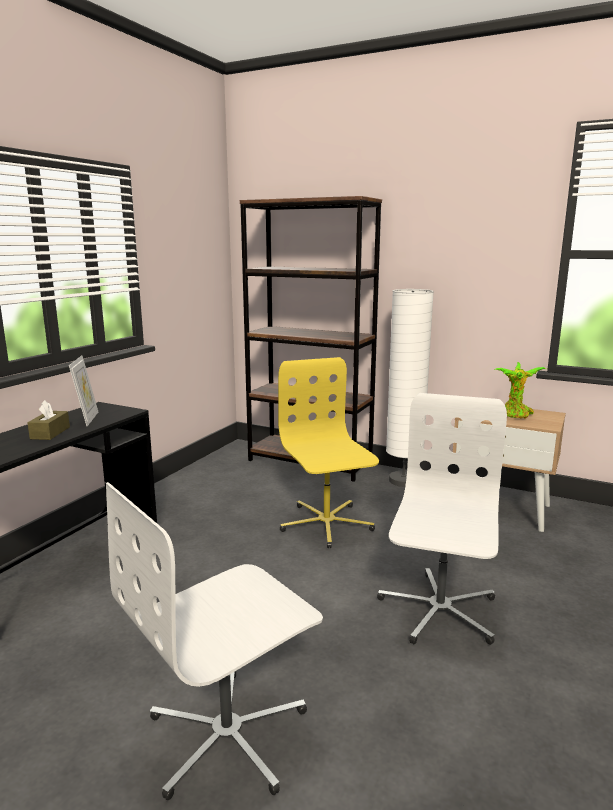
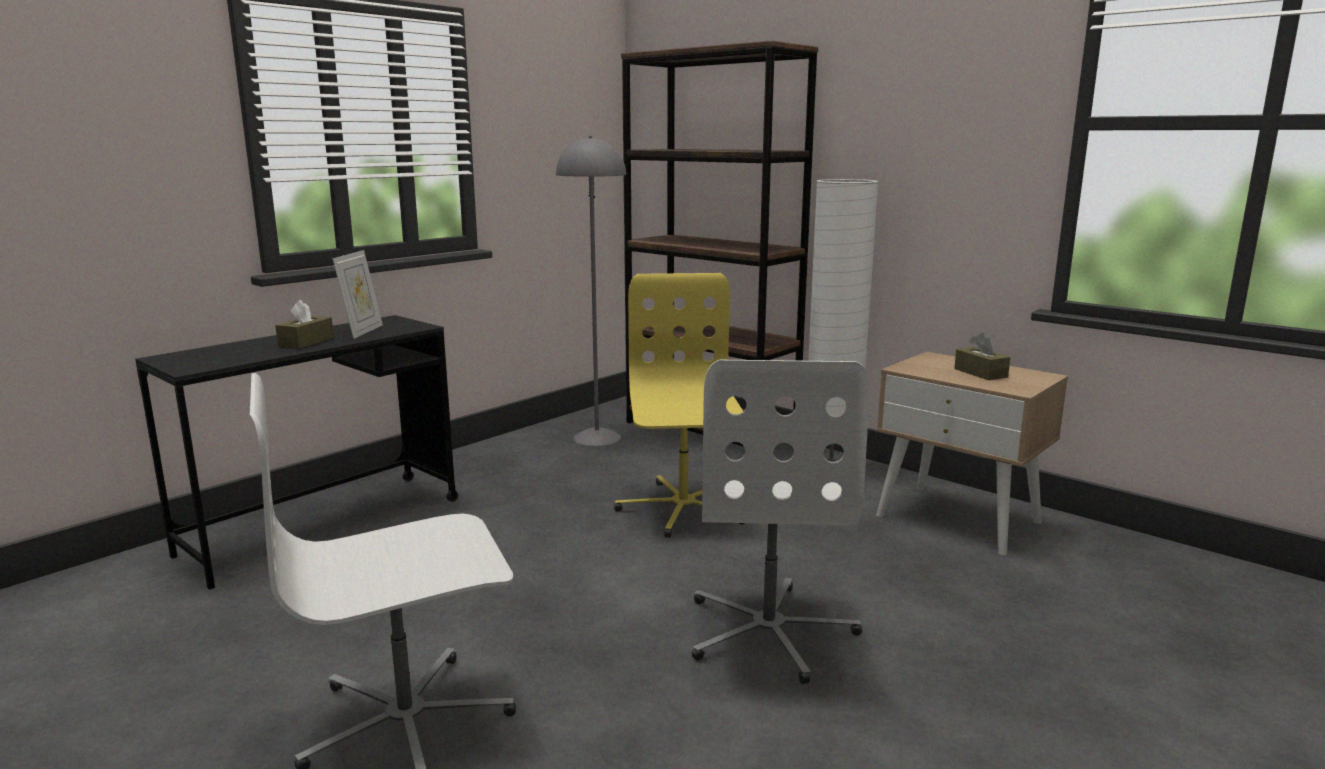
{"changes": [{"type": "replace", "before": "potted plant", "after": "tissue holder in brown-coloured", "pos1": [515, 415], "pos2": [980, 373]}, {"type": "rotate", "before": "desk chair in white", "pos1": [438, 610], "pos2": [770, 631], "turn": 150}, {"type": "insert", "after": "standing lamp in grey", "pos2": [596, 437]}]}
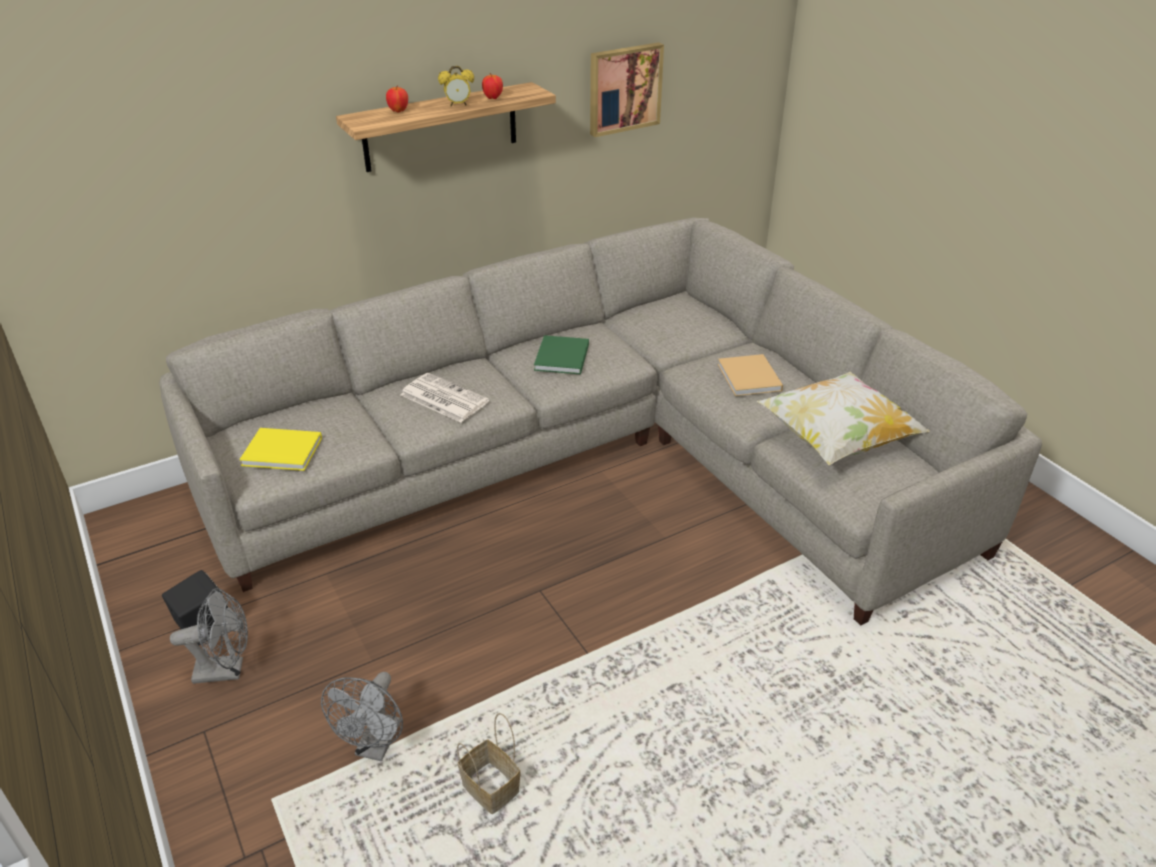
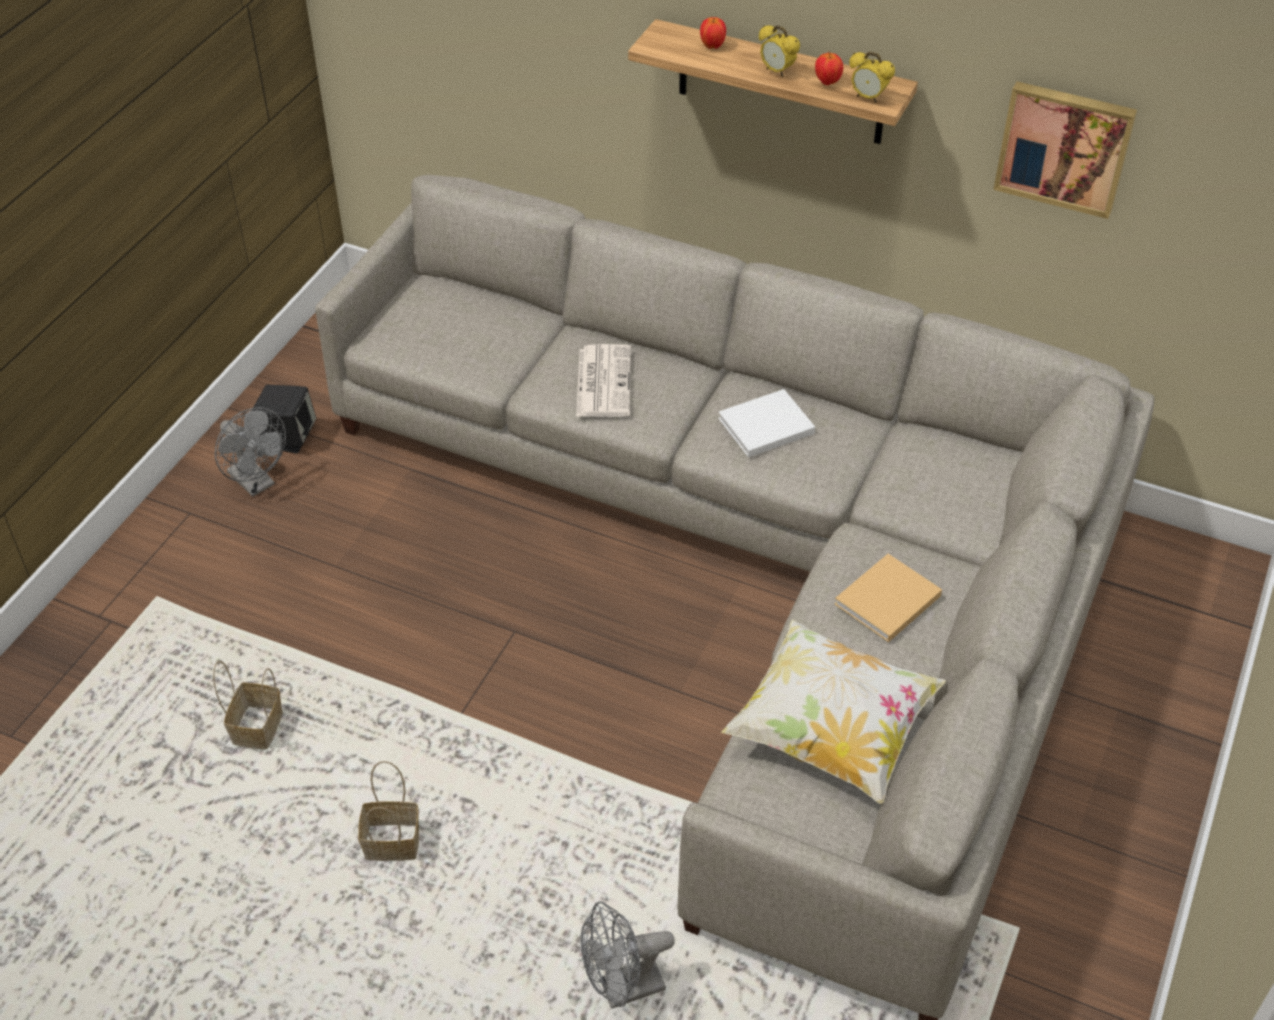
{"changes": [{"type": "recolor", "before": "book in green-coloured", "after": "book in white", "pos1": [561, 358], "pos2": [763, 426]}, {"type": "delete", "before": "book in yellowish", "pos1": [284, 452]}, {"type": "move", "before": "fan in grey", "pos1": [375, 746], "pos2": [622, 990]}, {"type": "insert", "after": "alarm clock", "pos2": [868, 98]}, {"type": "insert", "after": "basket", "pos2": [394, 842]}]}
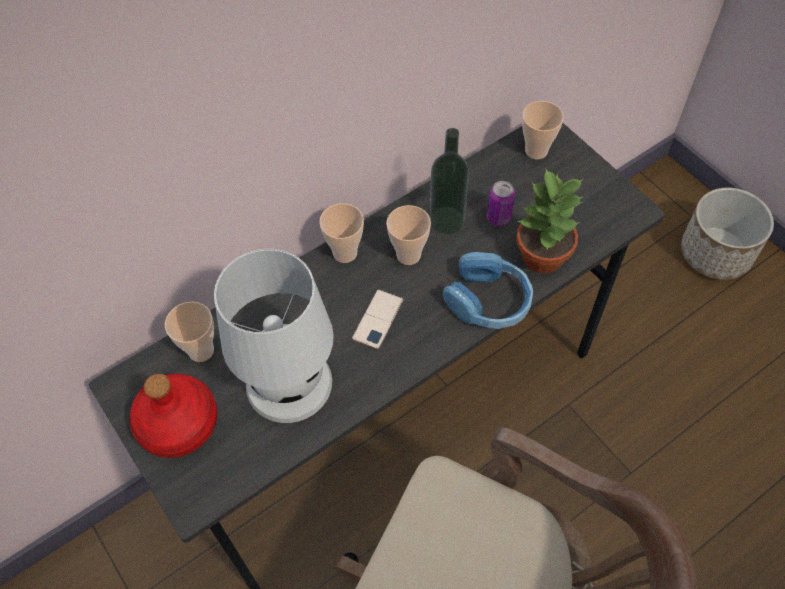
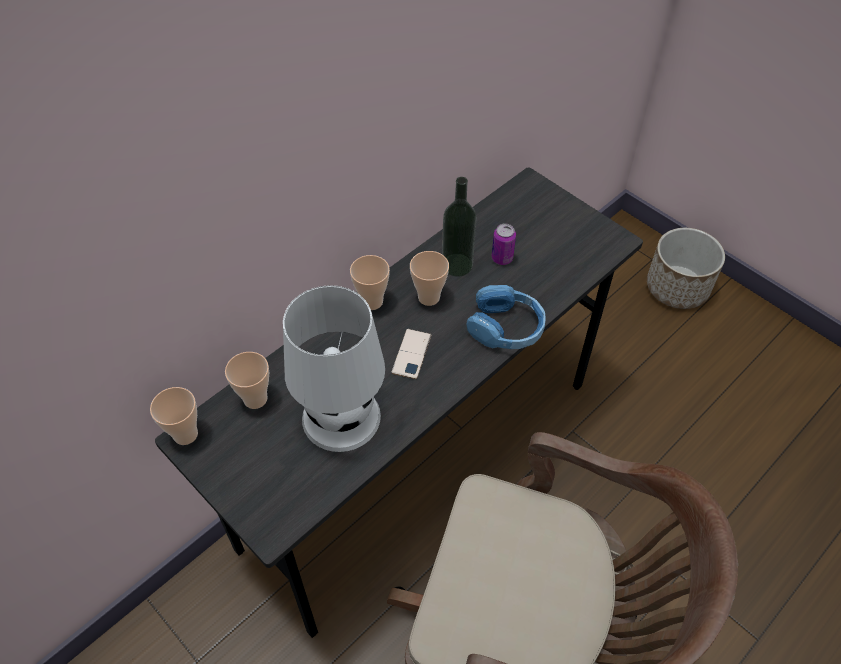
{"changes": [{"type": "move", "before": "small cup", "pos1": [536, 151], "pos2": [185, 434]}, {"type": "delete", "before": "potted plant", "pos1": [543, 257]}, {"type": "delete", "before": "drink bottle in reddish", "pos1": [177, 424]}]}
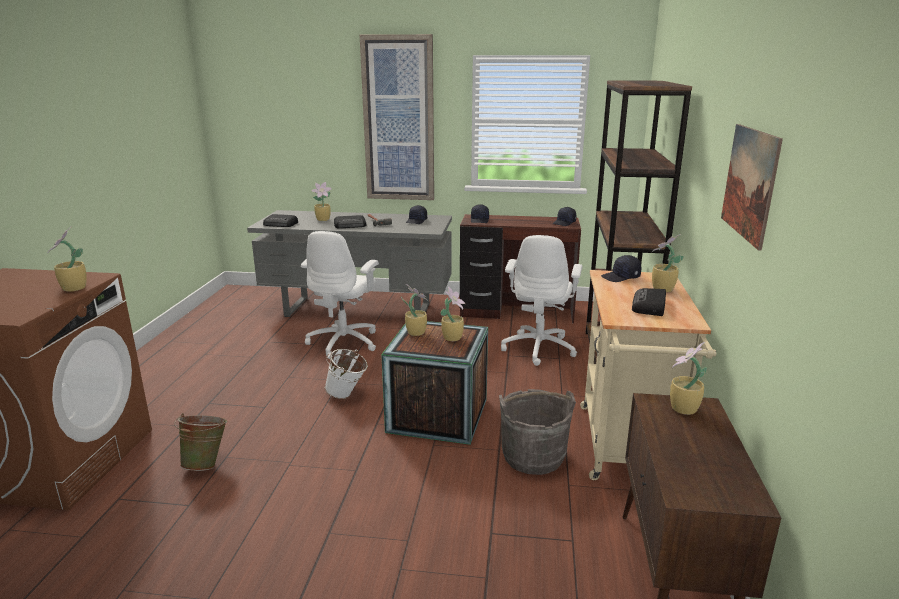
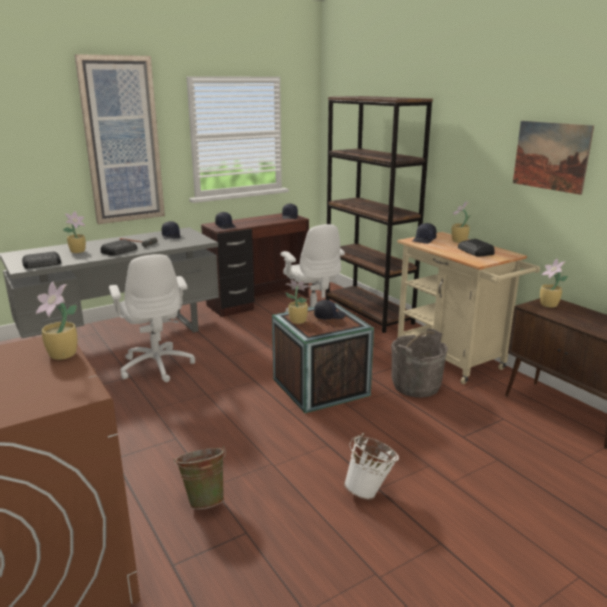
{"changes": [{"type": "replace", "before": "potted plant", "after": "peaked cap in blackish", "pos1": [453, 337], "pos2": [329, 316]}, {"type": "move", "before": "water bucket in white", "pos1": [347, 396], "pos2": [370, 491]}]}
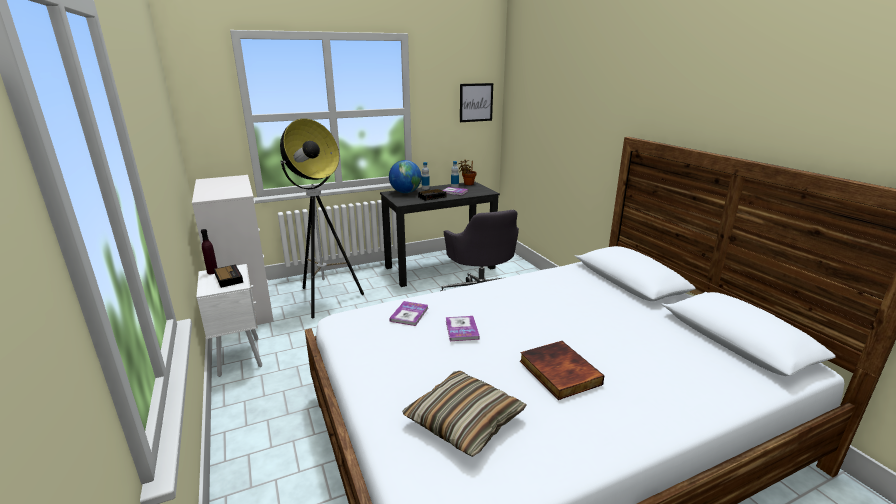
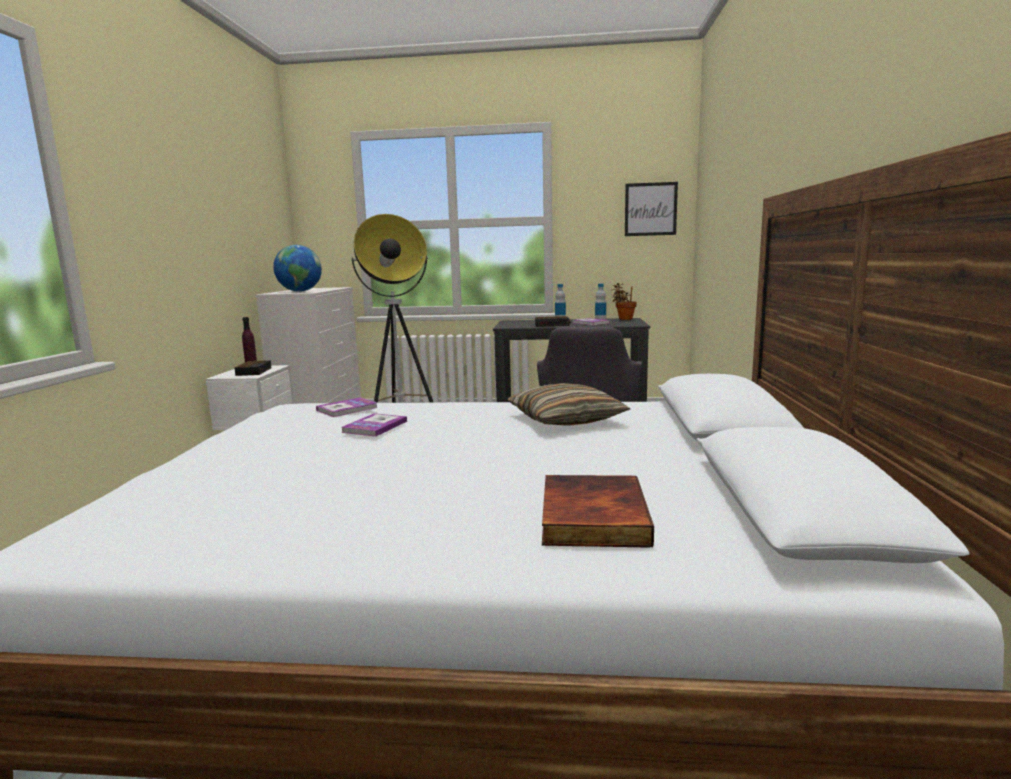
{"changes": [{"type": "move", "before": "desk globe", "pos1": [405, 192], "pos2": [300, 291]}, {"type": "move", "before": "book", "pos1": [558, 372], "pos2": [590, 516]}, {"type": "move", "before": "throw pillow", "pos1": [464, 421], "pos2": [565, 420]}]}
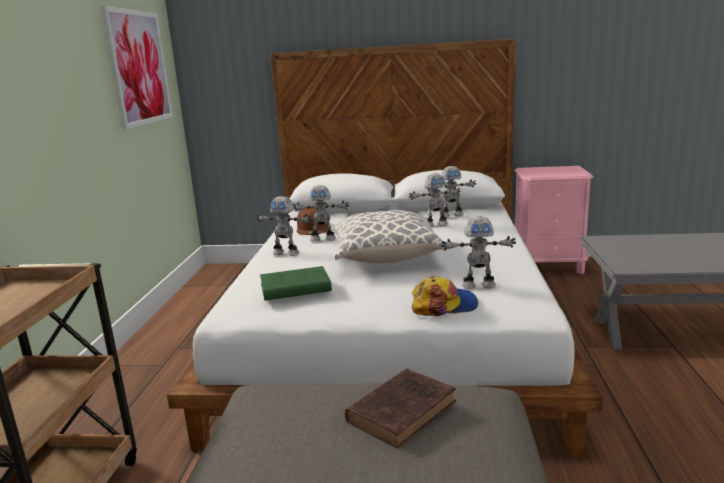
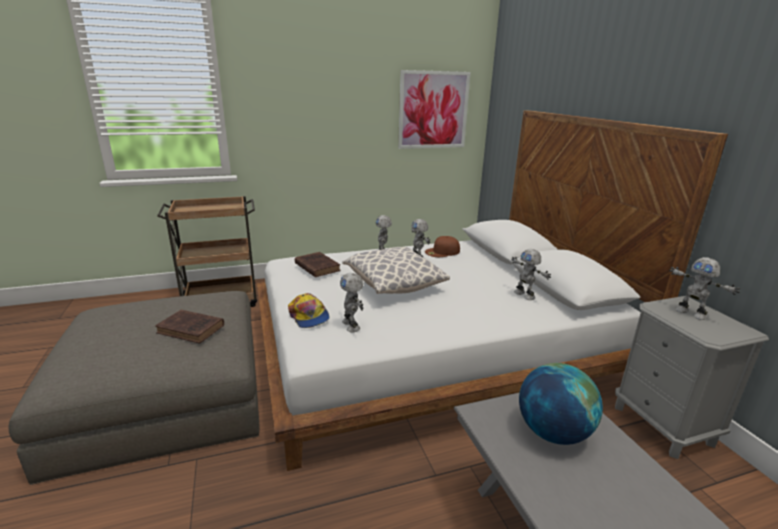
{"changes": [{"type": "recolor", "before": "nightstand in pink-coloured", "after": "nightstand in grey", "pos1": [549, 266], "pos2": [663, 425]}, {"type": "move", "before": "toy robot", "pos1": [435, 225], "pos2": [691, 313]}, {"type": "recolor", "before": "book in green-coloured", "after": "book in brown-coloured", "pos1": [293, 288], "pos2": [316, 267]}, {"type": "insert", "after": "desk globe", "pos2": [552, 432]}]}
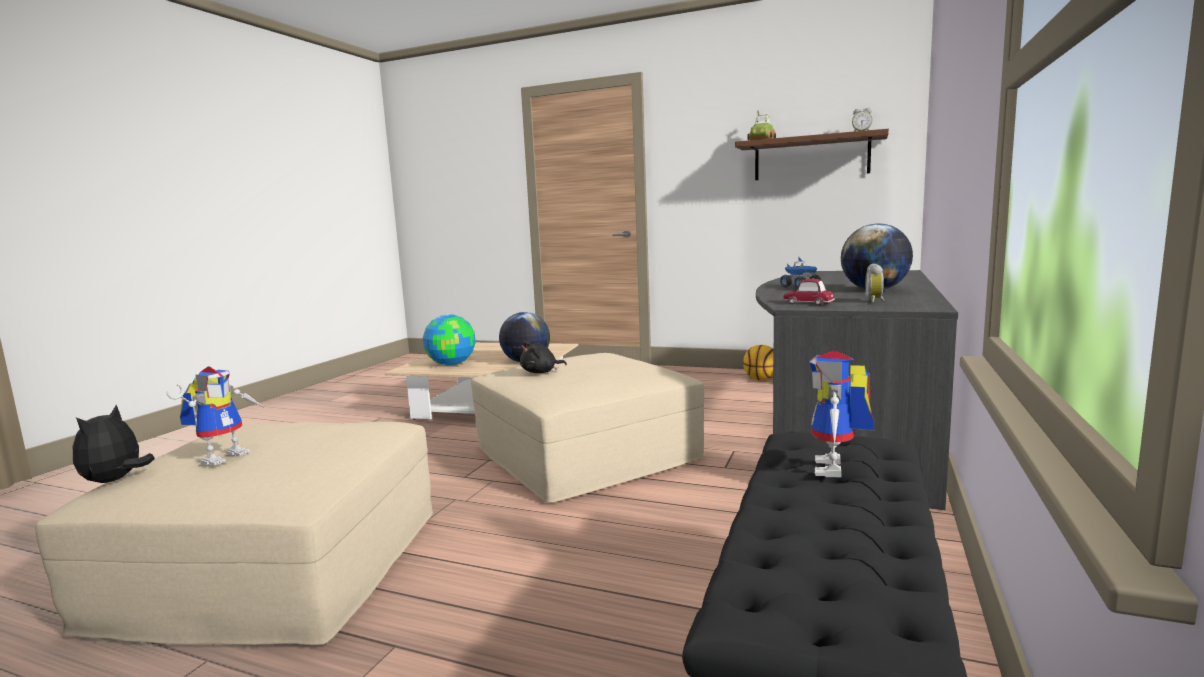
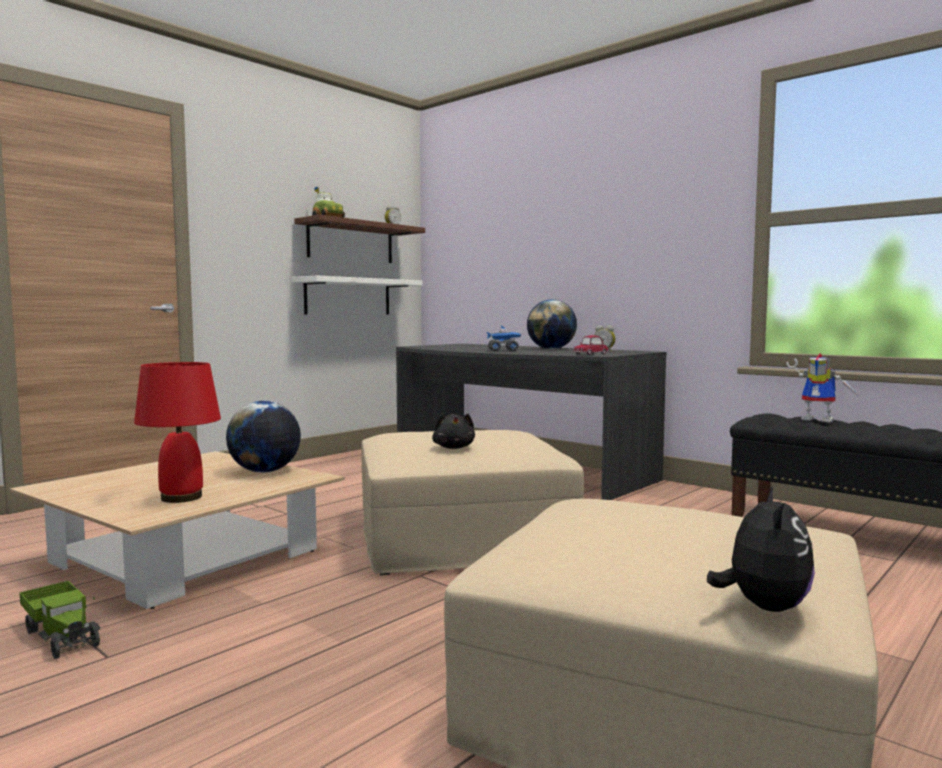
{"changes": [{"type": "replace", "before": "desk globe", "after": "lamp for a table in reddish", "pos1": [452, 364], "pos2": [181, 497]}, {"type": "delete", "before": "basketball", "pos1": [761, 379]}, {"type": "delete", "before": "toy robot", "pos1": [225, 456]}, {"type": "rotate", "before": "cuddly toy", "pos1": [115, 480], "pos2": [763, 606], "turn": -105}, {"type": "insert", "after": "wall shelf in white", "pos2": [348, 297]}, {"type": "insert", "after": "toy lorry", "pos2": [62, 634]}]}
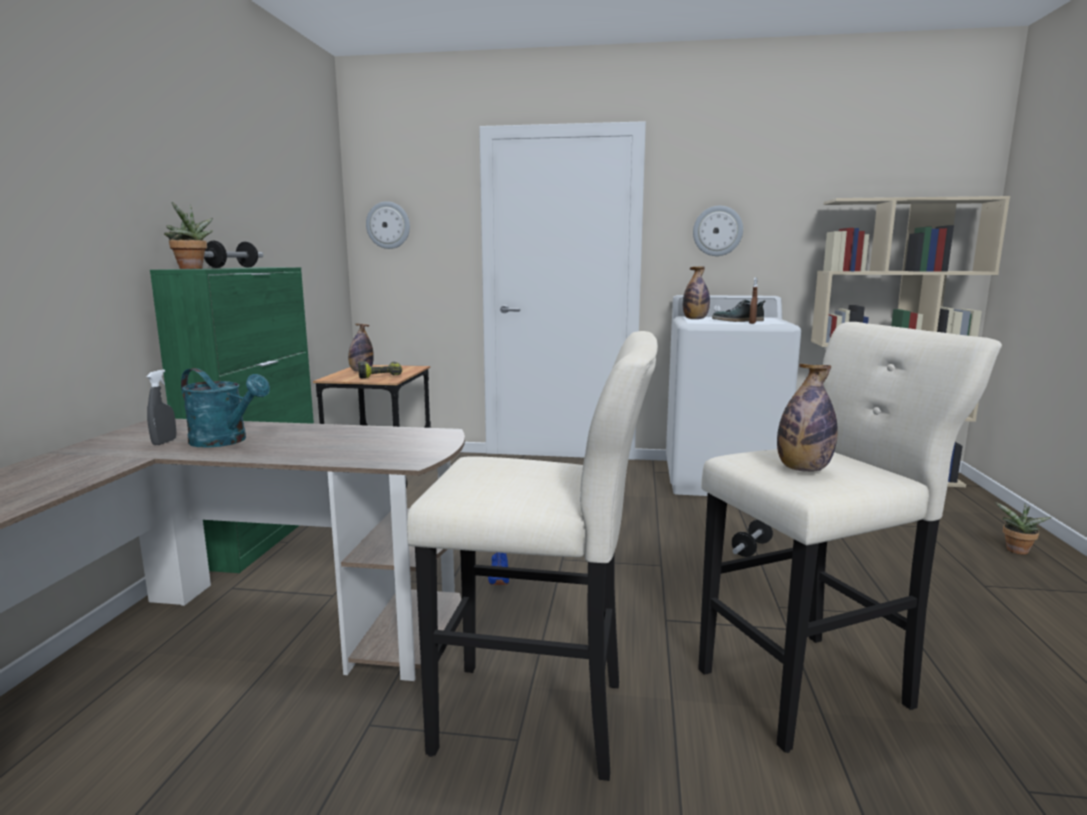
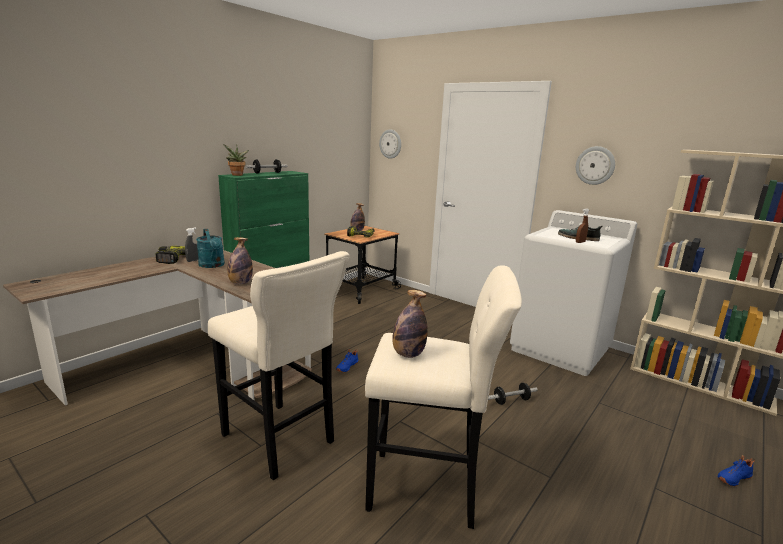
{"changes": [{"type": "move", "before": "drink bottle", "pos1": [695, 319], "pos2": [240, 283]}, {"type": "replace", "before": "potted plant", "after": "item of footwear in blue-coloured", "pos1": [1016, 551], "pos2": [733, 477]}, {"type": "insert", "after": "drill", "pos2": [170, 259]}]}
